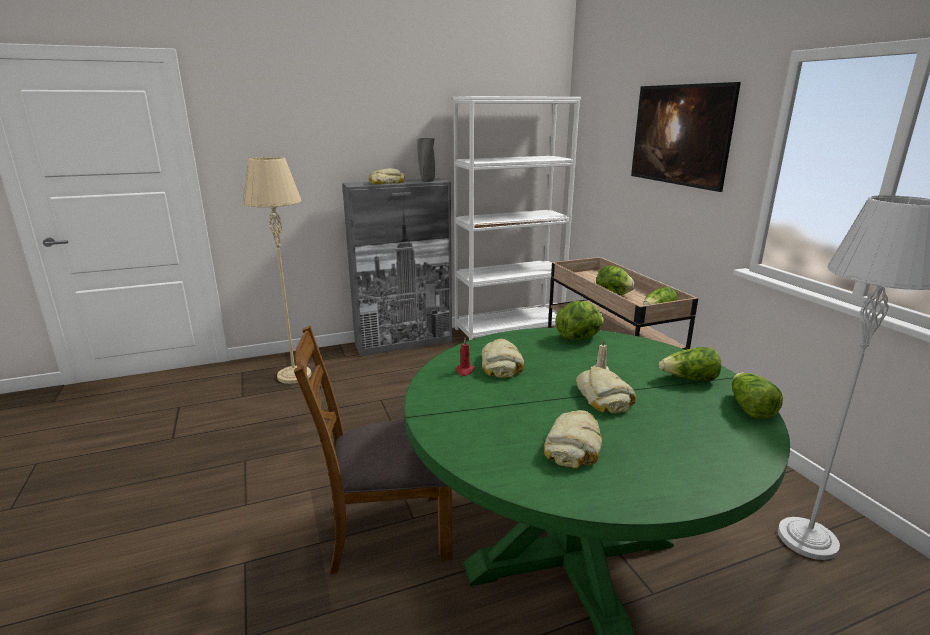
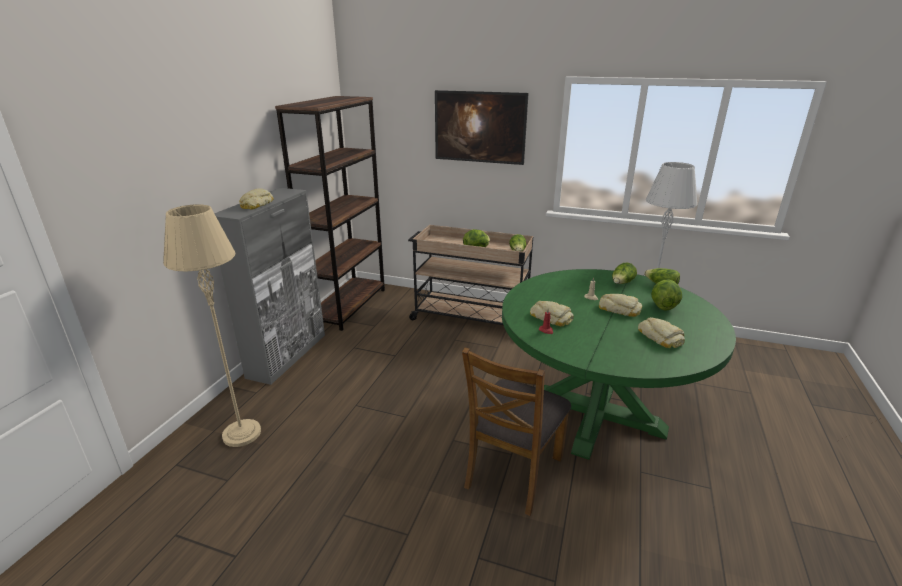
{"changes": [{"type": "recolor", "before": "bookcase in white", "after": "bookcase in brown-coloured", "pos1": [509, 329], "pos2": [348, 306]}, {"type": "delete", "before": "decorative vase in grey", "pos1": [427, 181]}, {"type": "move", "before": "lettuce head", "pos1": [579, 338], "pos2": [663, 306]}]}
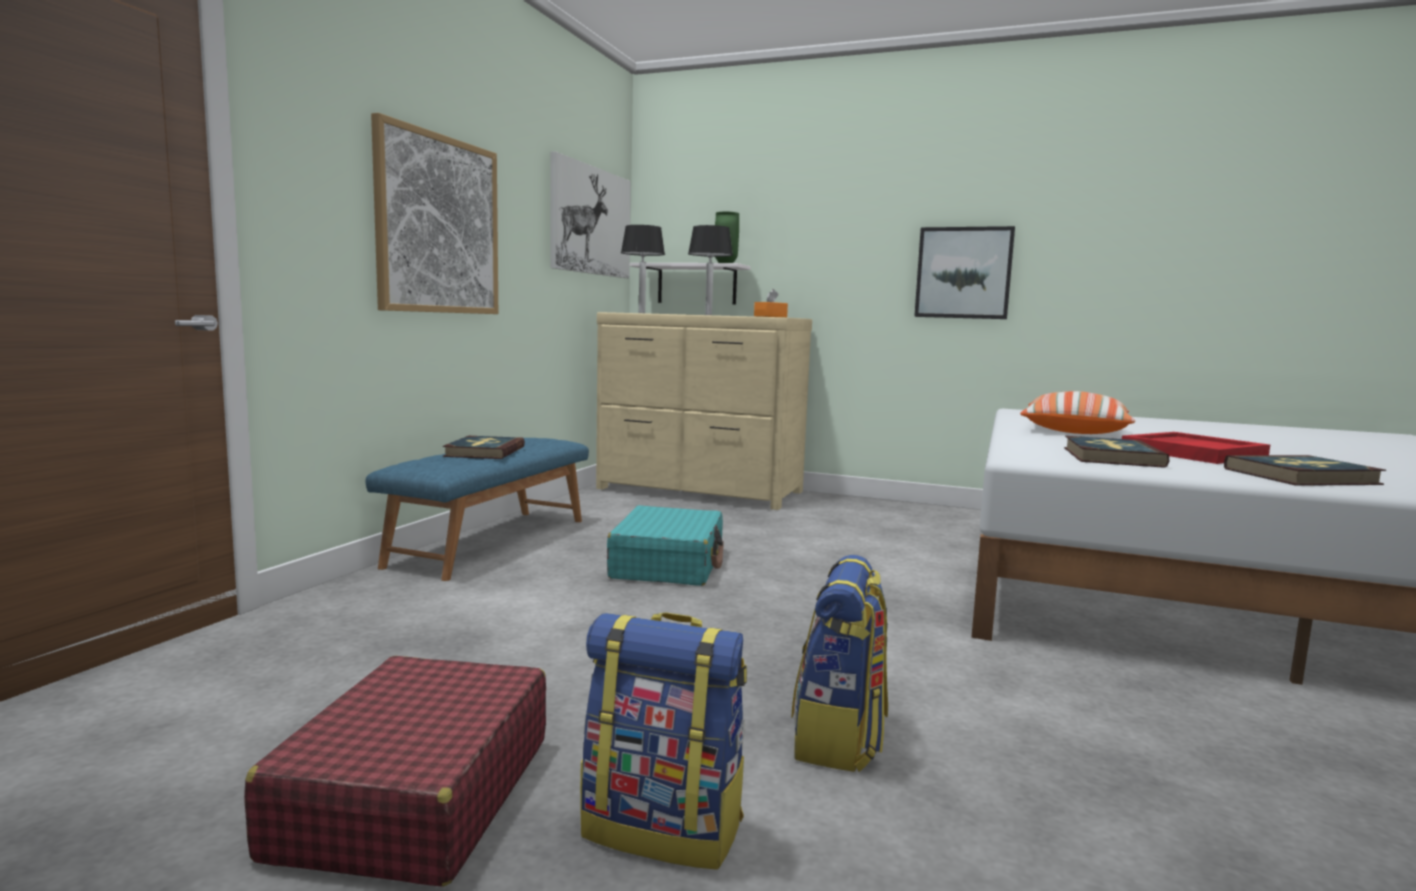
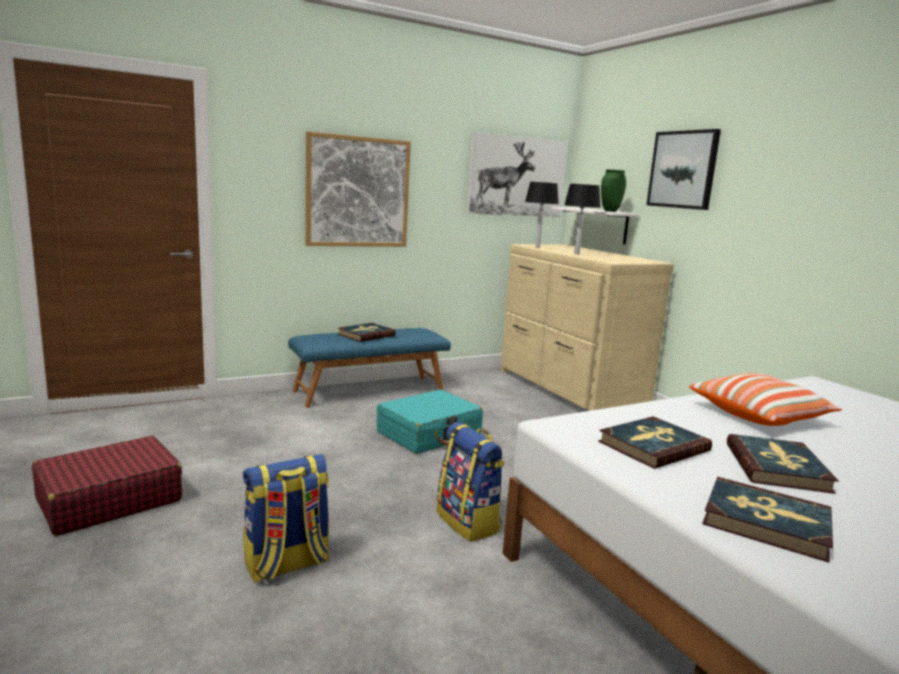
{"changes": [{"type": "move", "before": "wall art", "pos1": [963, 273], "pos2": [683, 169]}, {"type": "delete", "before": "tissue holder in orange", "pos1": [770, 316]}, {"type": "replace", "before": "tray in reddish", "after": "book", "pos1": [1192, 452], "pos2": [777, 467]}, {"type": "move", "before": "knapsack", "pos1": [664, 828], "pos2": [469, 522]}]}
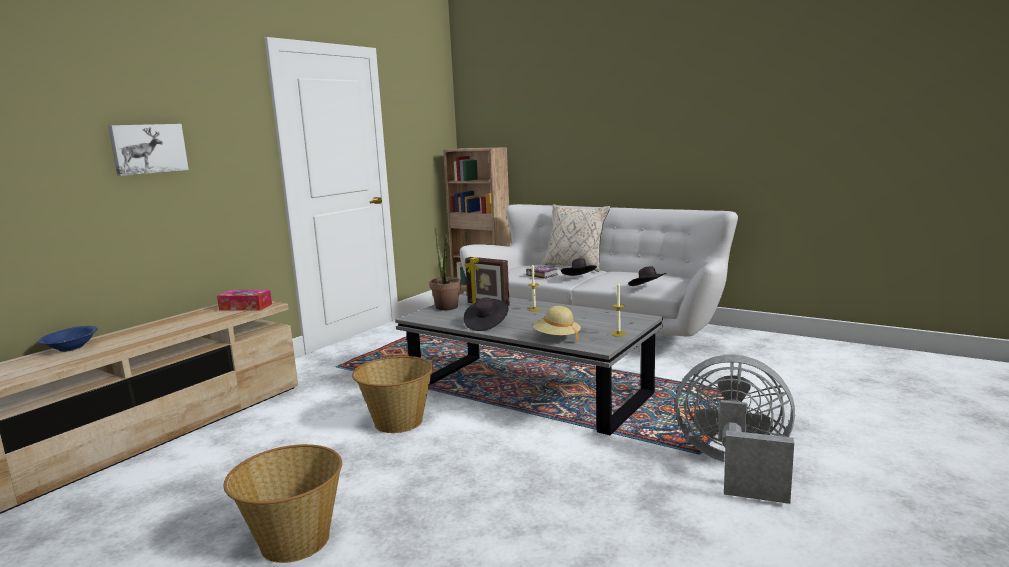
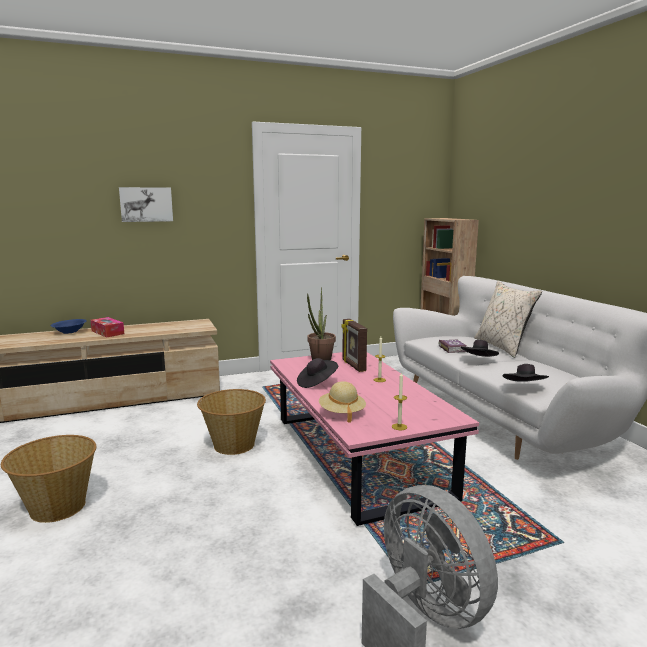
{"changes": [{"type": "move", "before": "tissue holder", "pos1": [245, 307], "pos2": [107, 332]}, {"type": "recolor", "before": "low table in grey", "after": "low table in pink-coloured", "pos1": [529, 392], "pos2": [357, 456]}]}
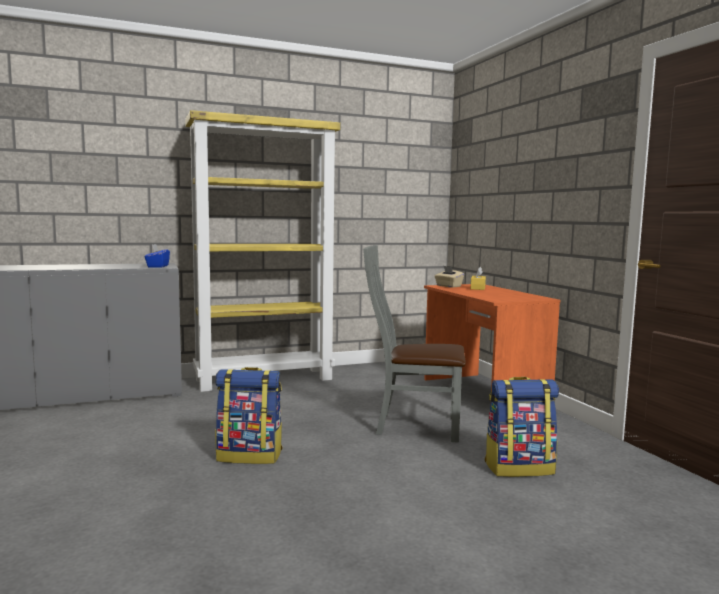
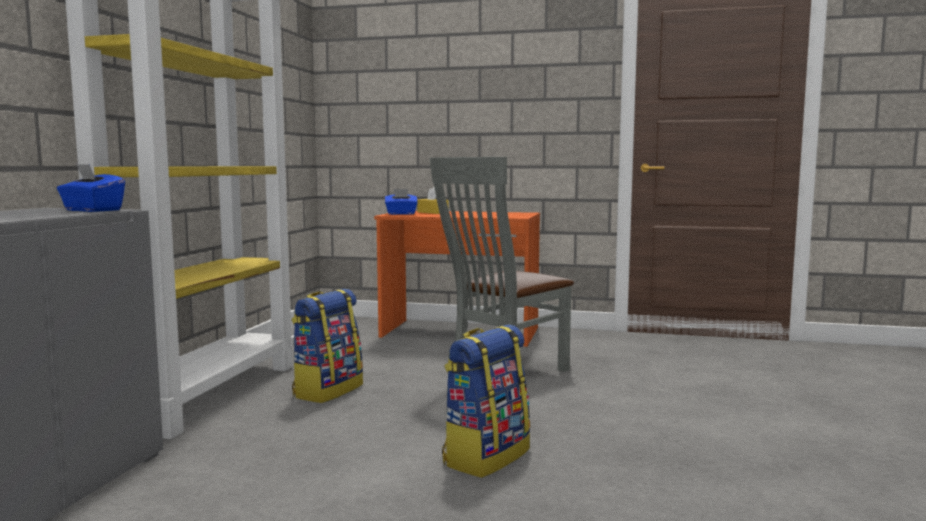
{"changes": [{"type": "recolor", "before": "tissue holder in beige-coloured", "after": "tissue holder in blue-coloured", "pos1": [448, 286], "pos2": [401, 214]}, {"type": "move", "before": "knapsack", "pos1": [519, 467], "pos2": [327, 390]}]}
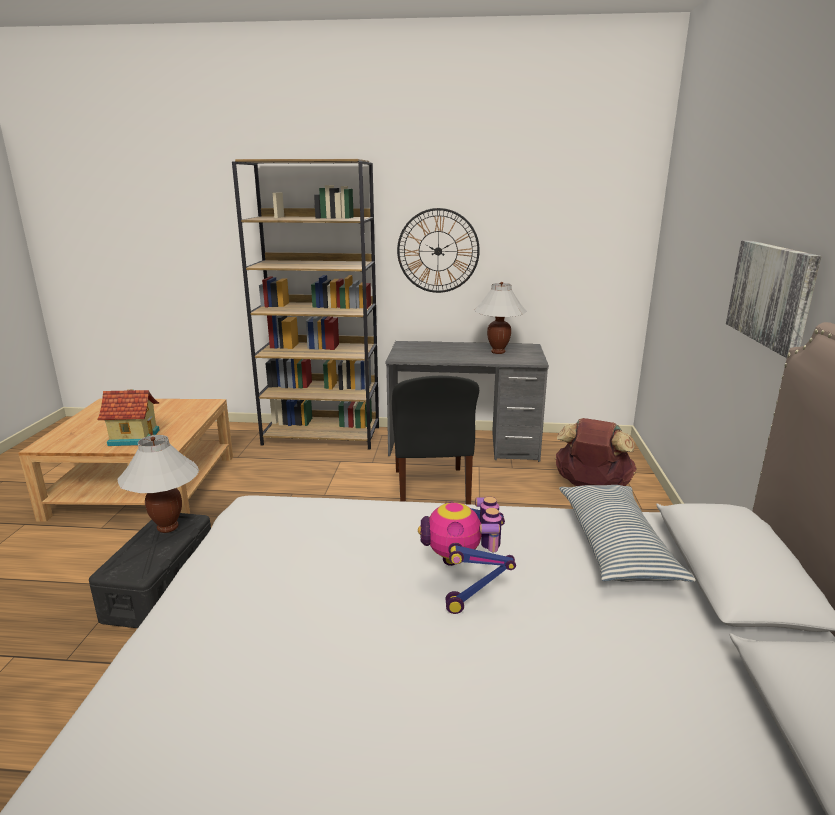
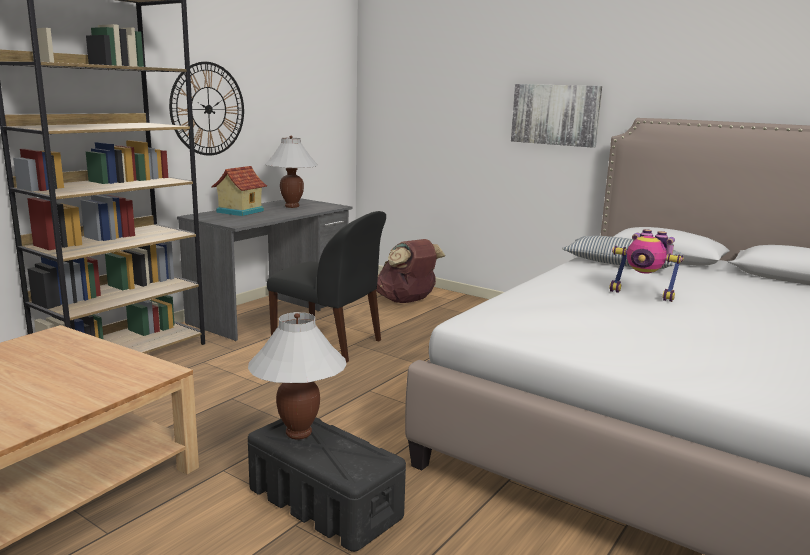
{"changes": [{"type": "move", "before": "model house", "pos1": [134, 437], "pos2": [239, 211]}]}
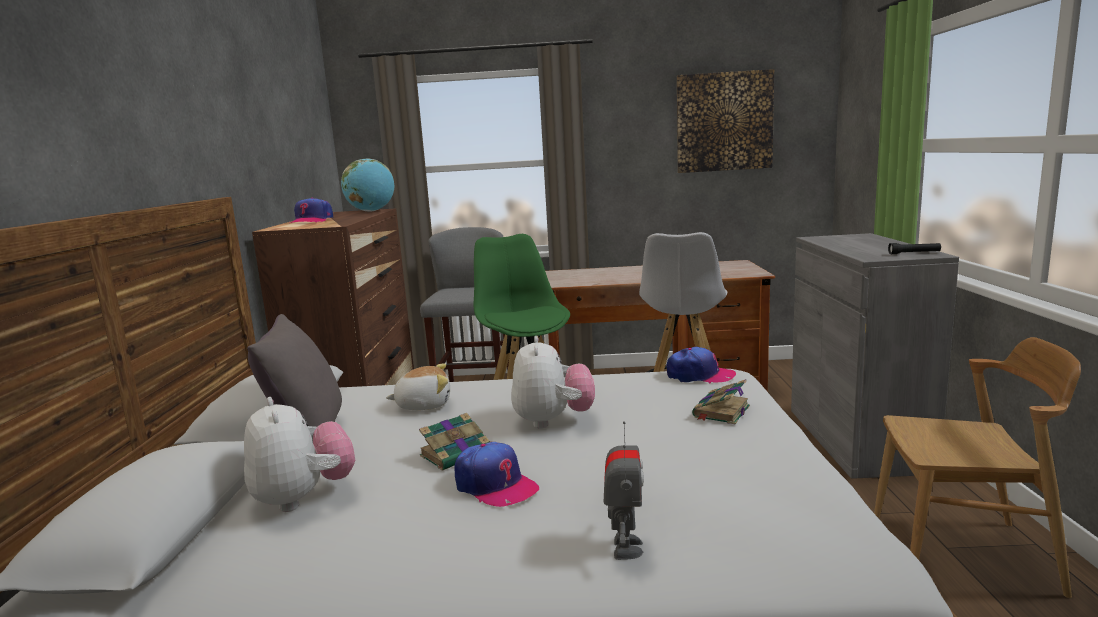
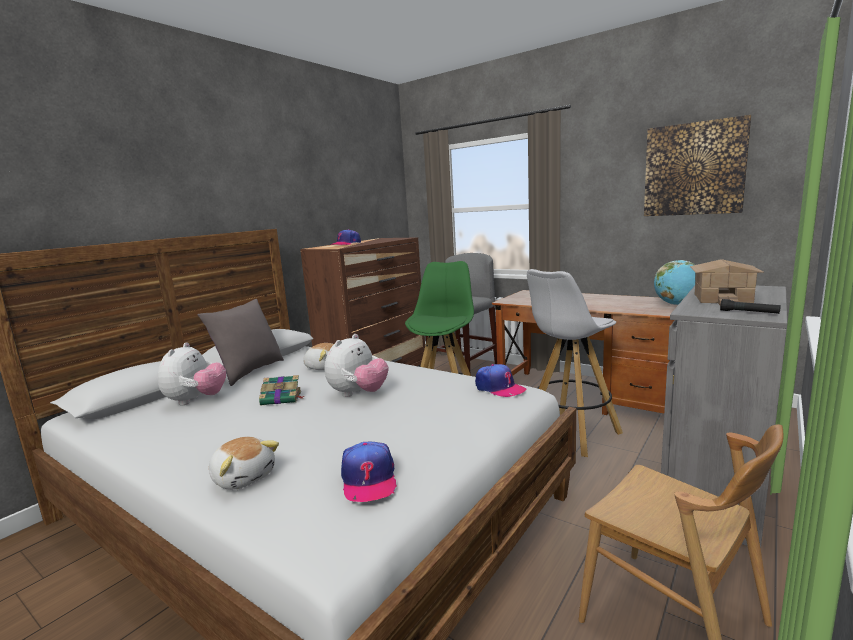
{"changes": [{"type": "move", "before": "desk globe", "pos1": [371, 211], "pos2": [677, 304]}, {"type": "delete", "before": "book", "pos1": [721, 412]}, {"type": "replace", "before": "toy robot", "after": "cuddly toy", "pos1": [625, 547], "pos2": [244, 477]}, {"type": "move", "before": "peaked cap", "pos1": [495, 485], "pos2": [368, 480]}, {"type": "insert", "after": "model house", "pos2": [723, 298]}]}
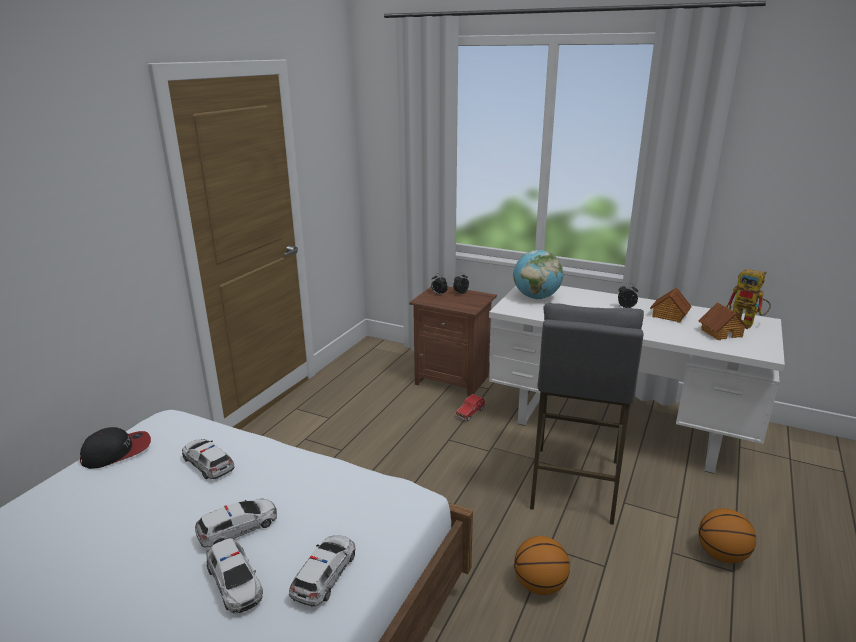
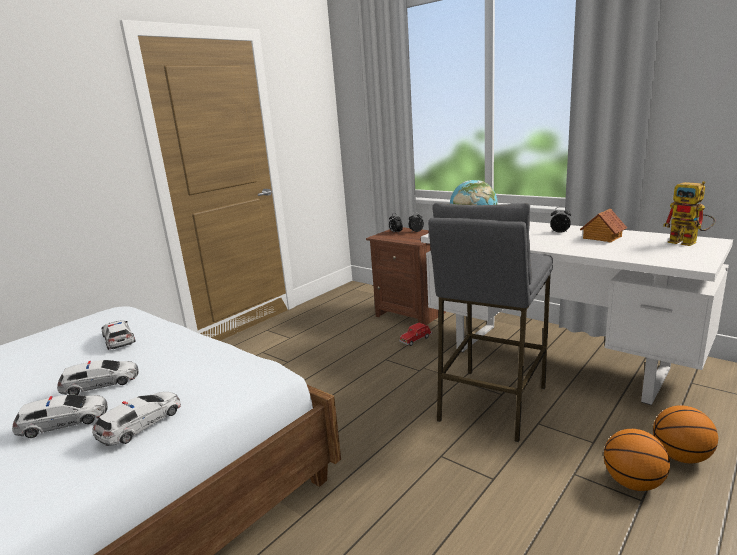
{"changes": [{"type": "delete", "before": "model house", "pos1": [721, 333]}, {"type": "delete", "before": "peaked cap", "pos1": [117, 451]}, {"type": "move", "before": "basketball", "pos1": [540, 585], "pos2": [681, 457]}, {"type": "rotate", "before": "miniature car", "pos1": [235, 582], "pos2": [64, 422], "turn": -90}]}
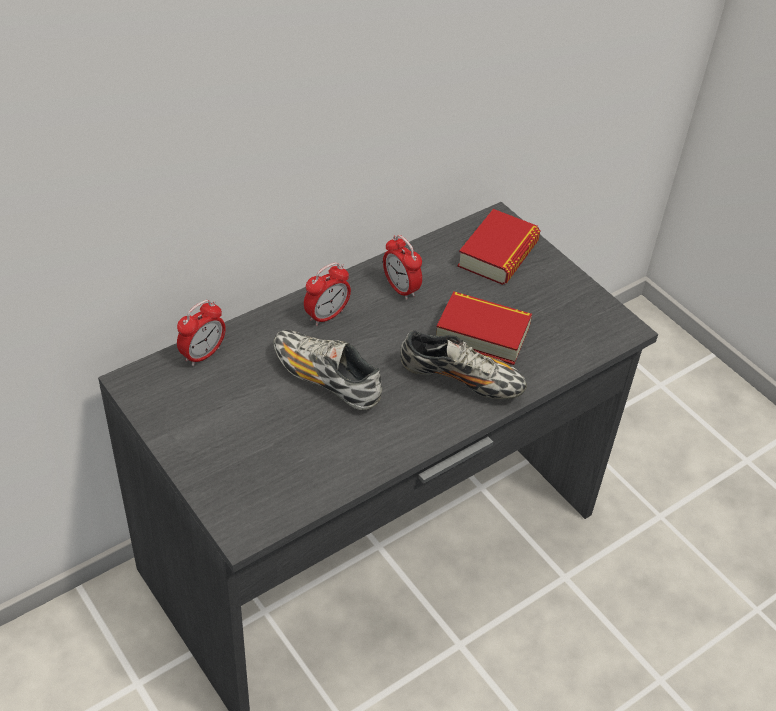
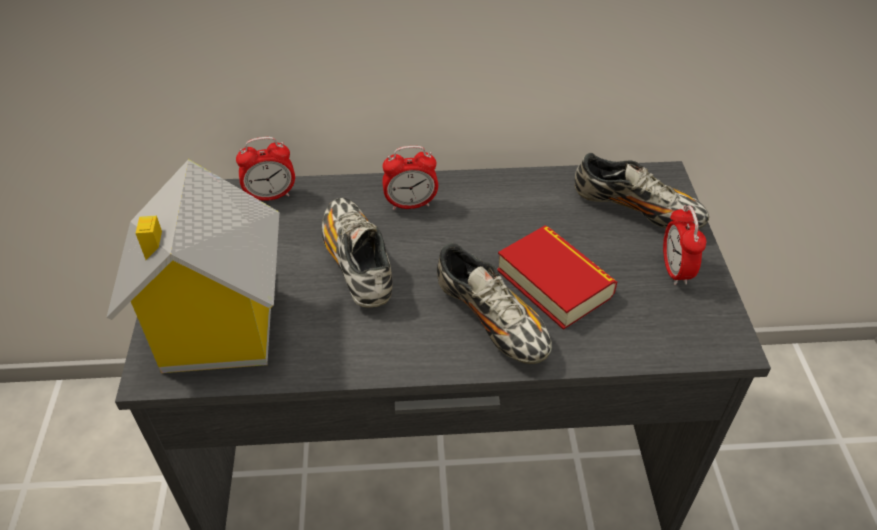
{"changes": [{"type": "replace", "before": "book", "after": "item of footwear", "pos1": [498, 254], "pos2": [636, 210]}, {"type": "move", "before": "alarm clock", "pos1": [401, 288], "pos2": [675, 270]}, {"type": "insert", "after": "model house", "pos2": [217, 326]}]}
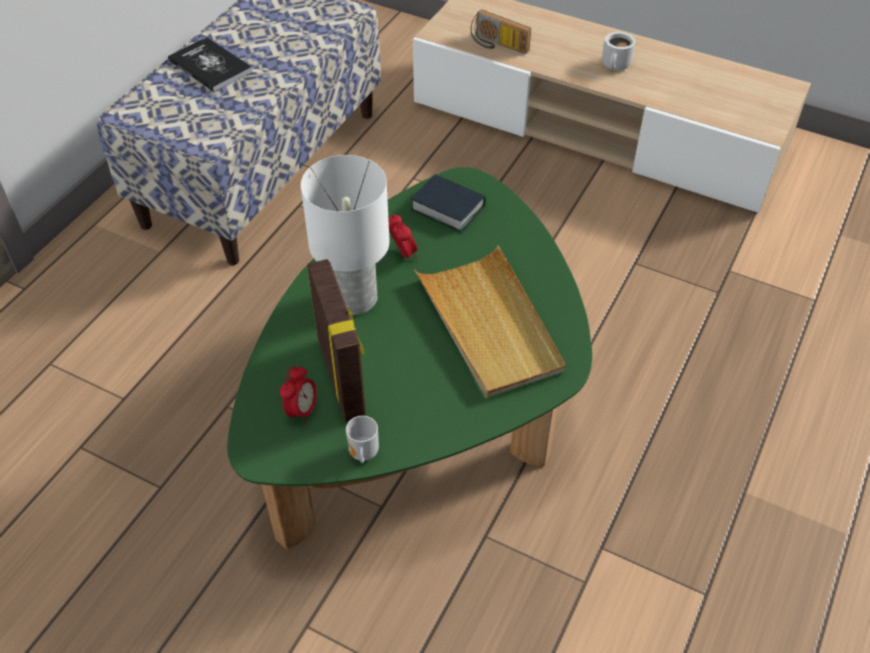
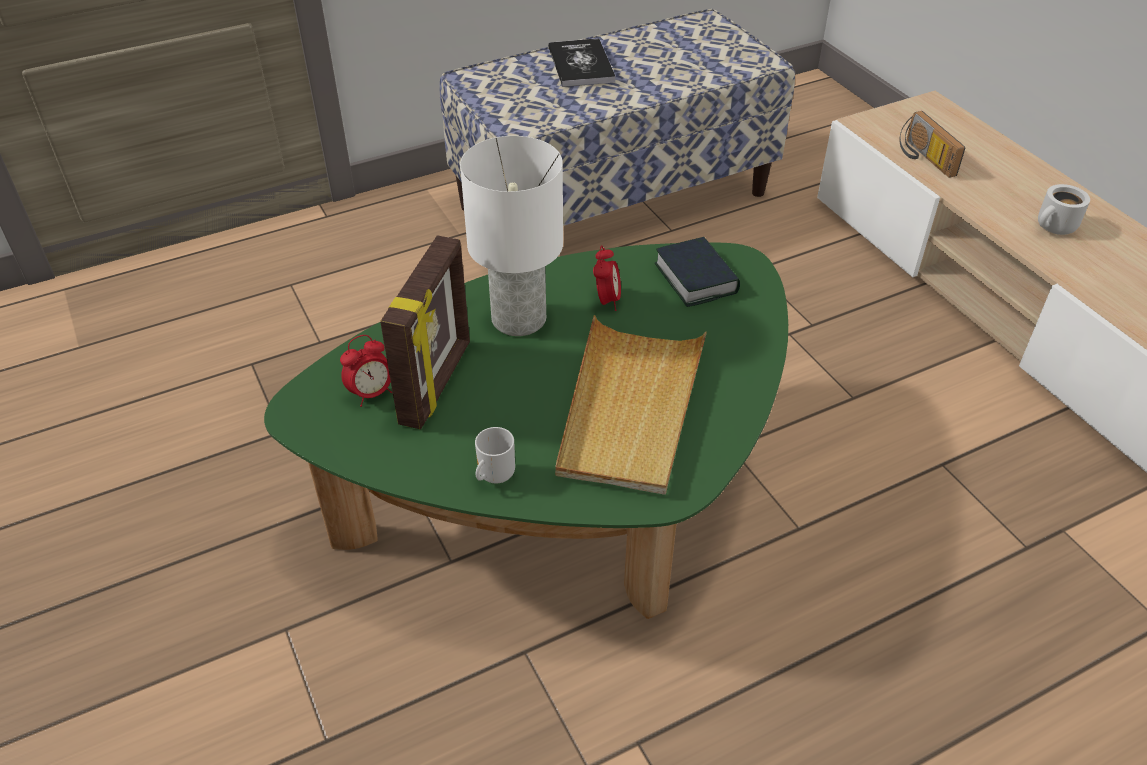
{"changes": [{"type": "move", "before": "coffee mug", "pos1": [362, 454], "pos2": [493, 476]}]}
